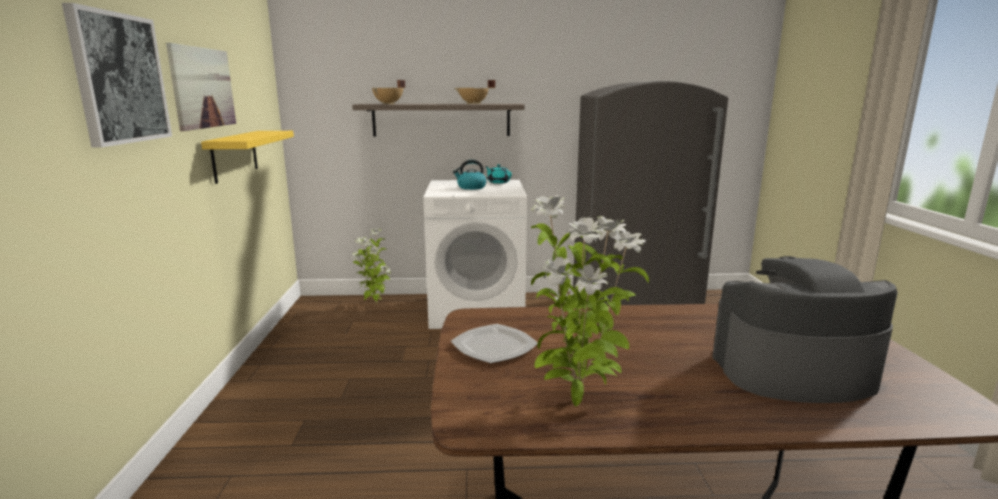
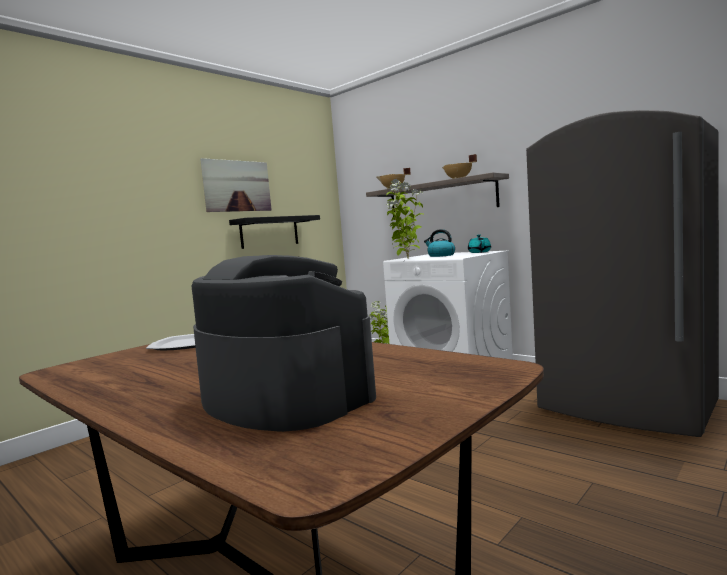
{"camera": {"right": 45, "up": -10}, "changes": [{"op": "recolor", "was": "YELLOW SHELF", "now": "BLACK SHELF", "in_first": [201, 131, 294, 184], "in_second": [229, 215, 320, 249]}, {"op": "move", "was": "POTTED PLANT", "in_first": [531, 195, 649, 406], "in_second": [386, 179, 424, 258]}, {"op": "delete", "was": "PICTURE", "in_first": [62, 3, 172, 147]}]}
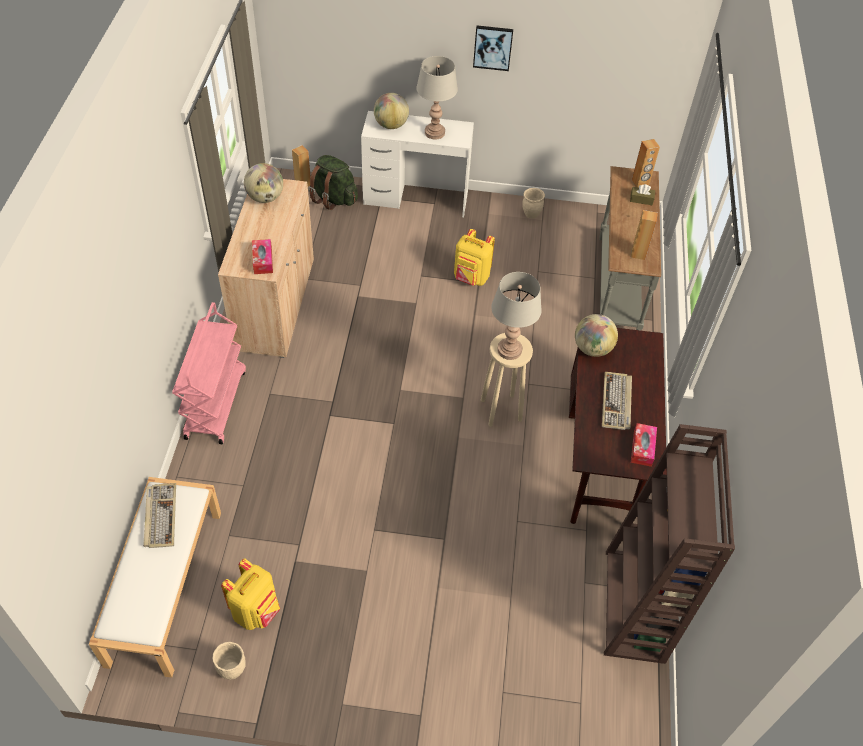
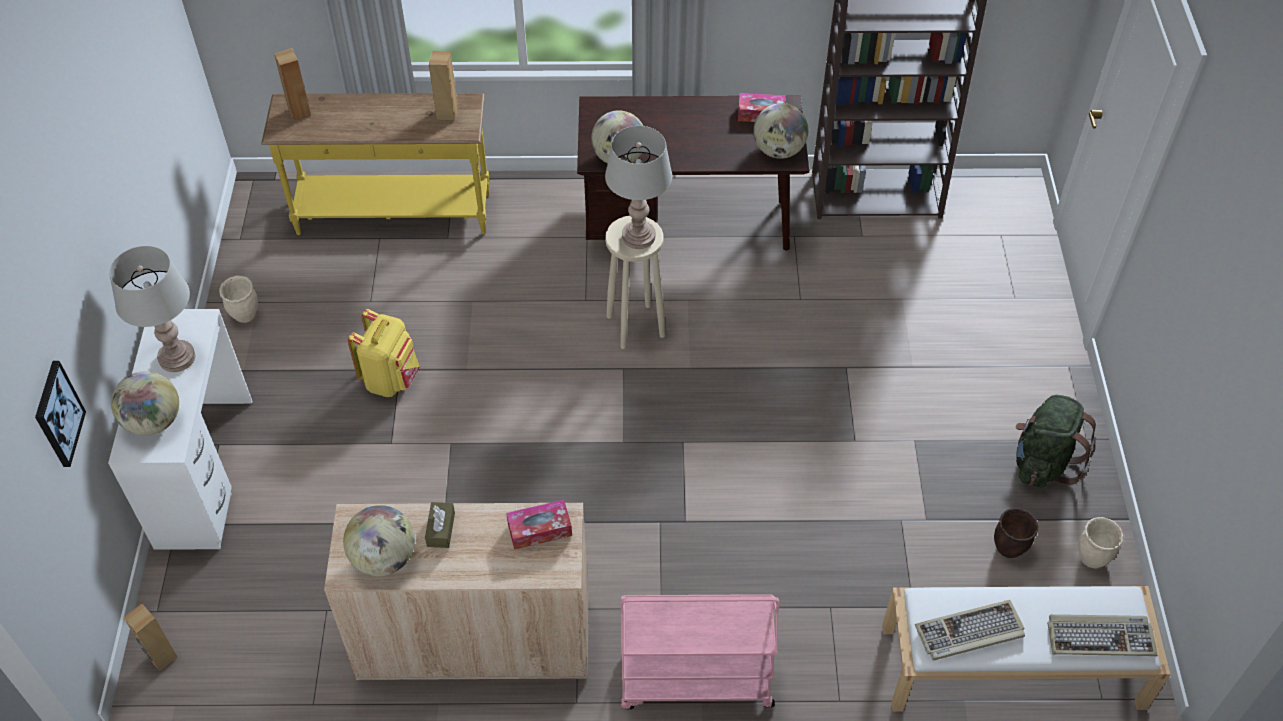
{"camera": {"right": -95, "up": 0}, "changes": [{"op": "move", "was": "PICTURE", "in_first": [473, 25, 513, 71], "in_second": [35, 361, 86, 467]}, {"op": "recolor", "was": "GREY CONSOLE TABLE", "now": "YELLOW CONSOLE TABLE", "in_first": [599, 166, 661, 331], "in_second": [261, 93, 489, 235]}, {"op": "move", "was": "BROWN TISSUE BOX", "in_first": [630, 184, 655, 205], "in_second": [425, 502, 455, 548]}, {"op": "insert", "now": "GLOBE", "in_second": [753, 103, 808, 159]}, {"op": "replace", "was": "YELLOW BACKPACK", "now": "BROWN PLANTER", "in_first": [221, 558, 280, 630], "in_second": [994, 508, 1038, 558]}, {"op": "move", "was": "GREEN BACKPACK", "in_first": [309, 155, 358, 210], "in_second": [1016, 395, 1096, 488]}, {"op": "move", "was": "KEYBOARD", "in_first": [602, 372, 632, 430], "in_second": [1047, 614, 1157, 656]}]}
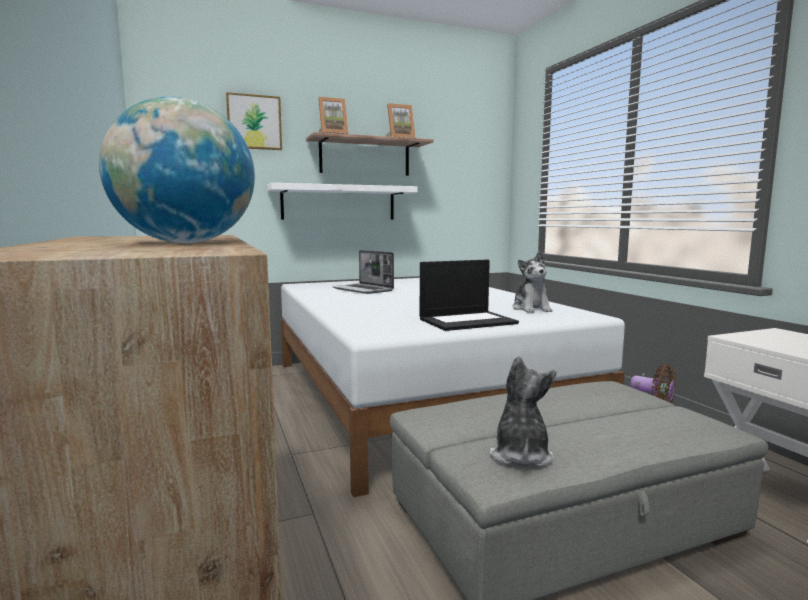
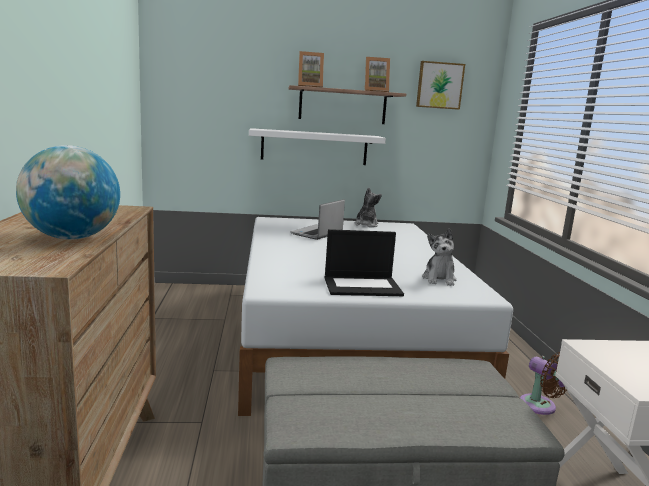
{"camera": {"right": 15, "up": 5}, "changes": [{"op": "rotate", "was": "LAPTOP", "in_first": [332, 250, 394, 294], "in_second": [290, 199, 345, 240], "clockwise": 60}, {"op": "move", "was": "PLUSH TOY", "in_first": [490, 356, 556, 467], "in_second": [355, 187, 382, 227]}, {"op": "move", "was": "PICTURE", "in_first": [226, 92, 282, 150], "in_second": [416, 61, 465, 110]}]}
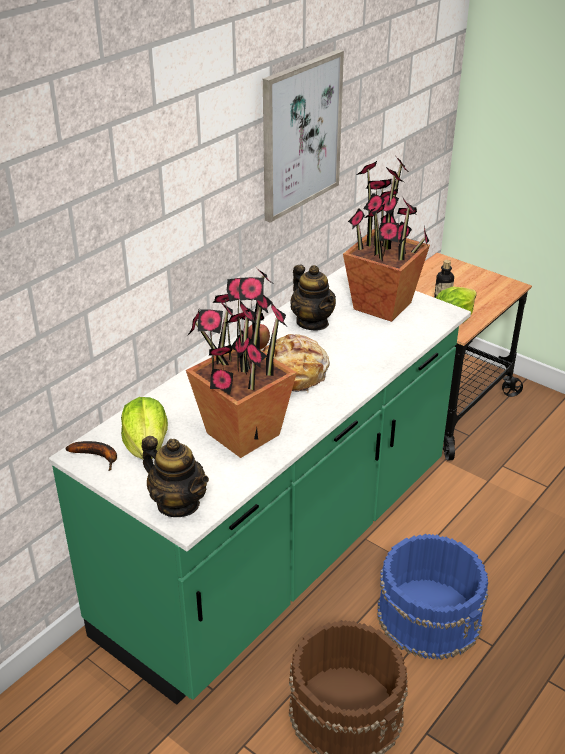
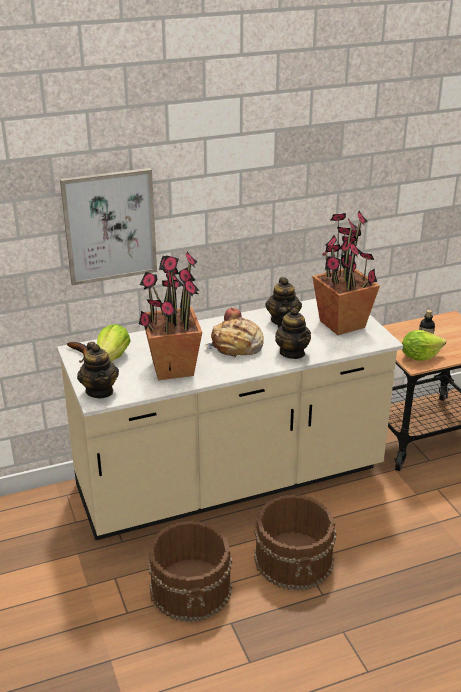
{"camera": {"right": 30, "up": -5}, "changes": [{"op": "recolor", "was": "GREEN COUNTER", "now": "BEIGE COUNTER", "in_first": [49, 265, 471, 705], "in_second": [57, 299, 403, 540]}, {"op": "move", "was": "PICTURE", "in_first": [263, 49, 344, 223], "in_second": [60, 168, 157, 286]}, {"op": "recolor", "was": "BLUE BUCKET", "now": "BROWN BUCKET", "in_first": [377, 533, 488, 660], "in_second": [254, 495, 336, 590]}, {"op": "insert", "now": "TEAPOT", "in_second": [275, 307, 311, 359]}]}
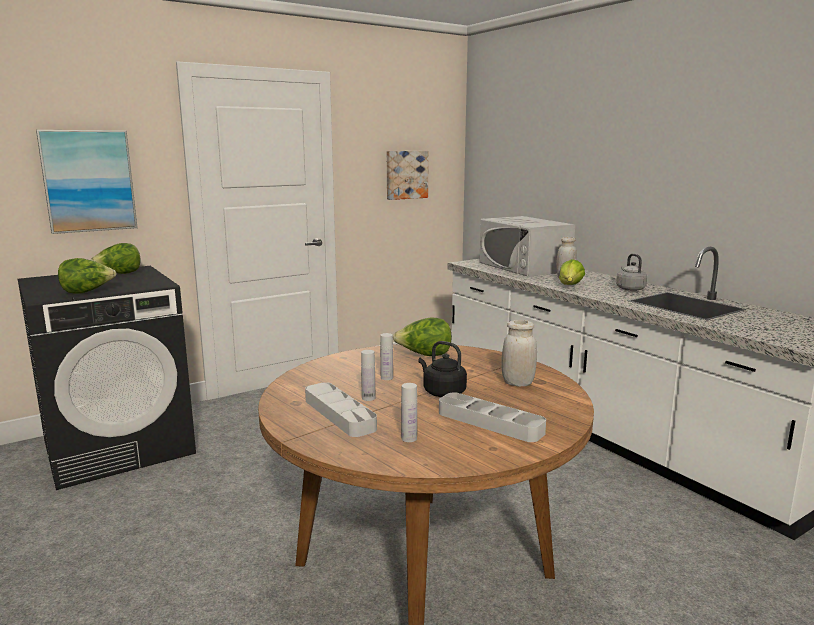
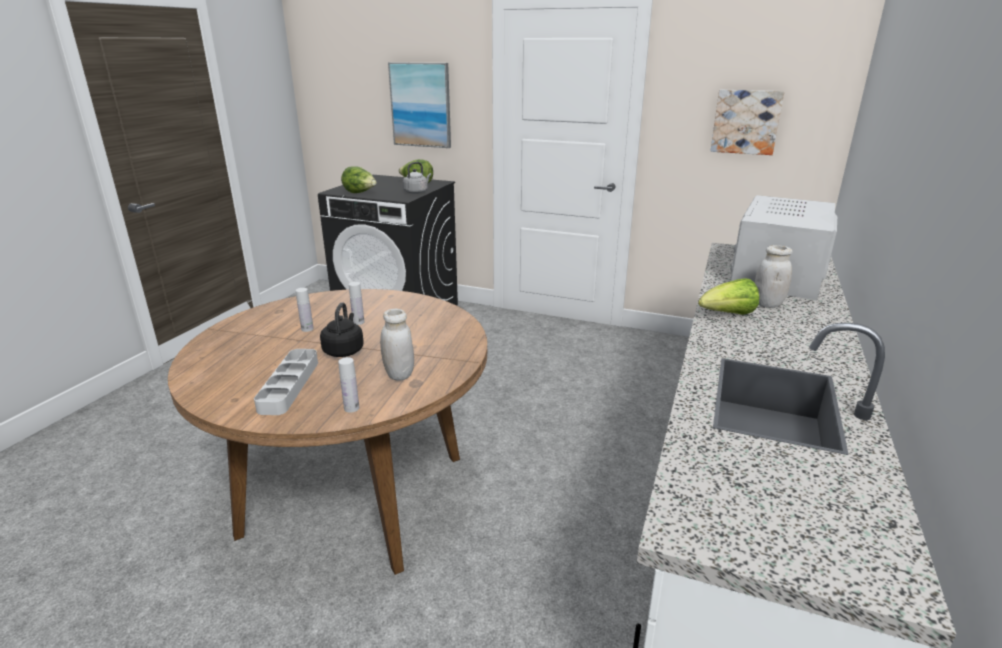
{"camera": {"right": 55, "up": 10}, "changes": [{"op": "move", "was": "WHITE BOTTLE", "in_first": [401, 383, 417, 442], "in_second": [338, 357, 359, 413]}, {"op": "move", "was": "GREY KETTLE", "in_first": [616, 254, 647, 291], "in_second": [403, 162, 431, 194]}, {"op": "delete", "was": "GREY TRAY", "in_first": [305, 382, 377, 437]}, {"op": "delete", "was": "LETTUCE", "in_first": [393, 317, 452, 356]}]}
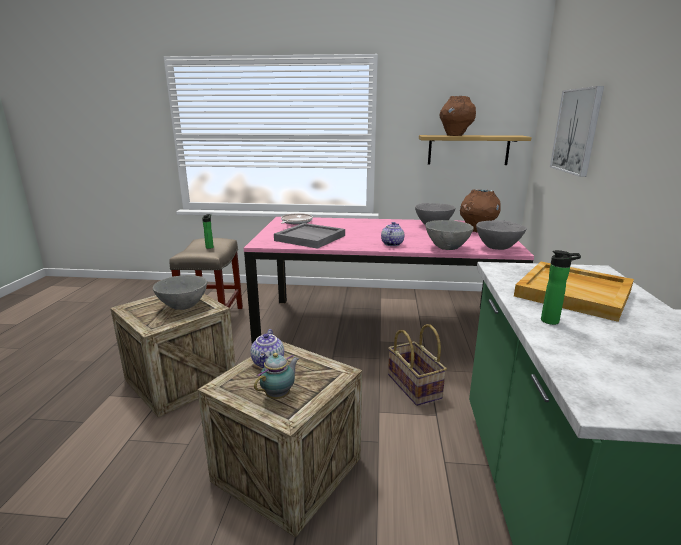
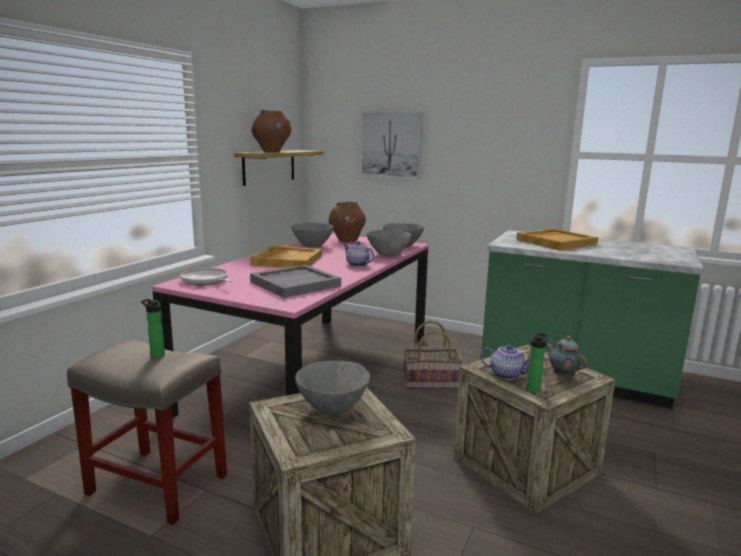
{"camera": {"right": -70, "up": -5}, "changes": [{"op": "insert", "now": "BEIGE TRAY", "in_second": [250, 246, 322, 268]}, {"op": "move", "was": "BOTTLE", "in_first": [541, 250, 581, 325], "in_second": [527, 333, 547, 392]}]}
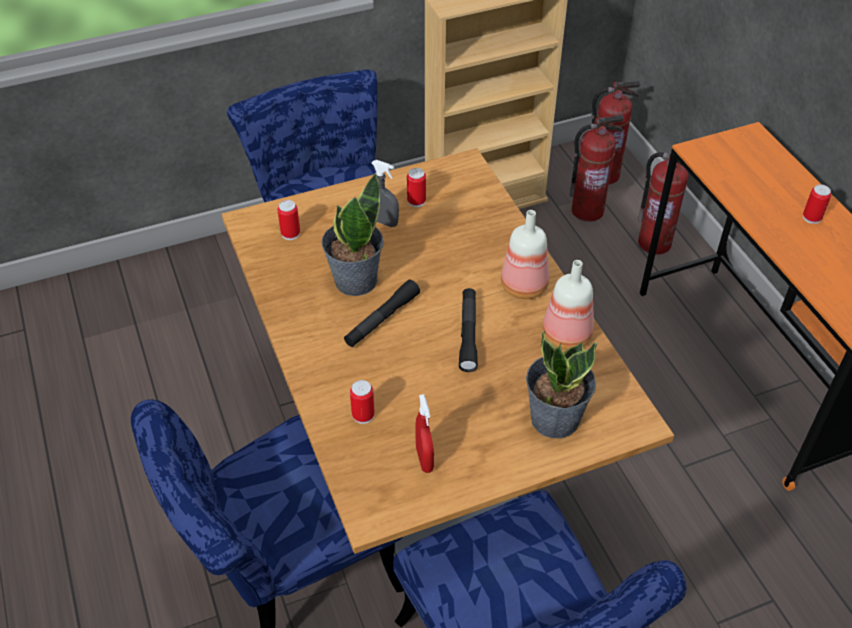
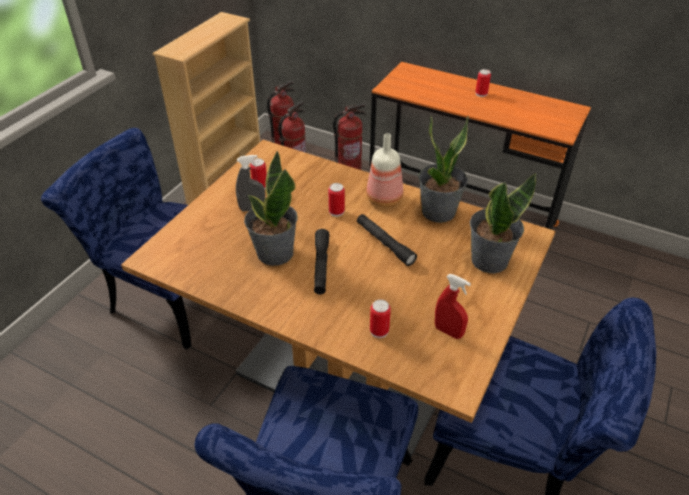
{"camera": {"right": -40, "up": -5}, "changes": [{"op": "move", "was": "CAN", "in_first": [277, 200, 300, 240], "in_second": [328, 183, 345, 217]}, {"op": "replace", "was": "BOTTLE", "now": "POTTED PLANT", "in_first": [542, 260, 594, 350], "in_second": [418, 116, 469, 223]}]}
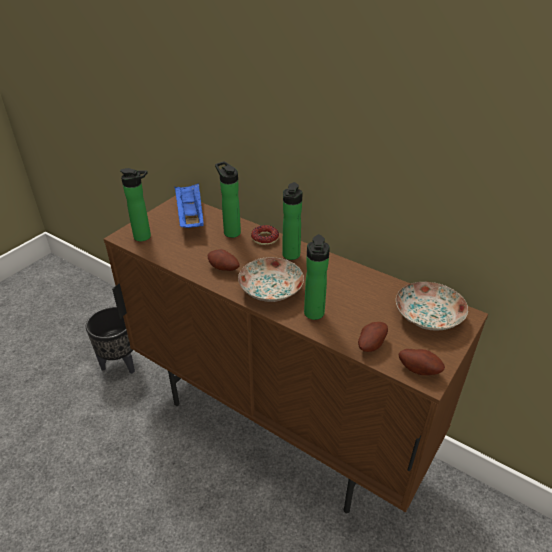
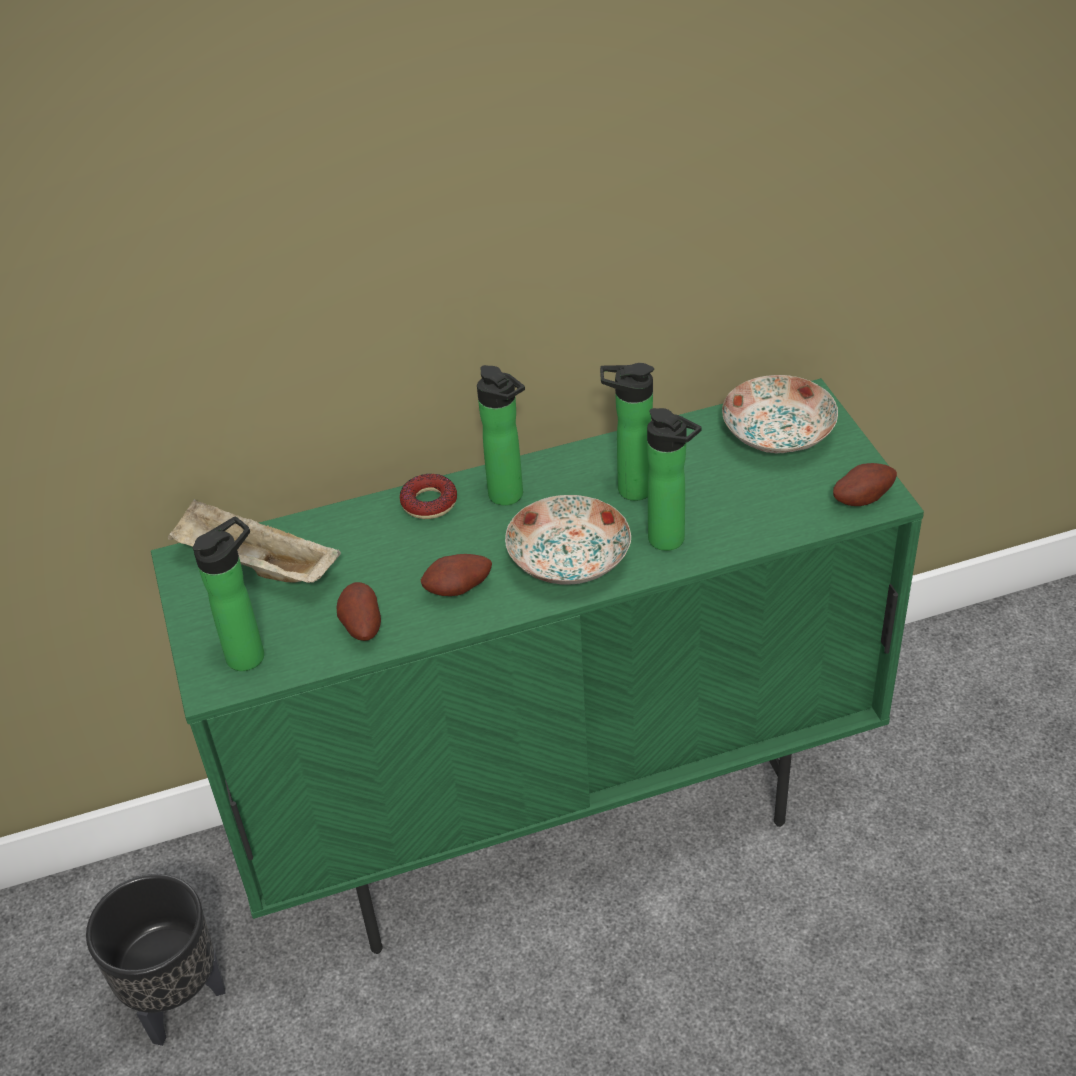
{"camera": {"right": -50, "up": 5}, "changes": [{"op": "recolor", "was": "BROWN CABINET", "now": "GREEN CABINET", "in_first": [104, 195, 488, 514], "in_second": [151, 379, 924, 954]}, {"op": "recolor", "was": "BLUE TRAY", "now": "BEIGE TRAY", "in_first": [174, 183, 204, 228], "in_second": [168, 499, 341, 583]}, {"op": "move", "was": "POTATO", "in_first": [358, 322, 388, 352], "in_second": [337, 582, 381, 641]}, {"op": "move", "was": "BOTTLE", "in_first": [215, 161, 241, 238], "in_second": [600, 363, 654, 501]}]}
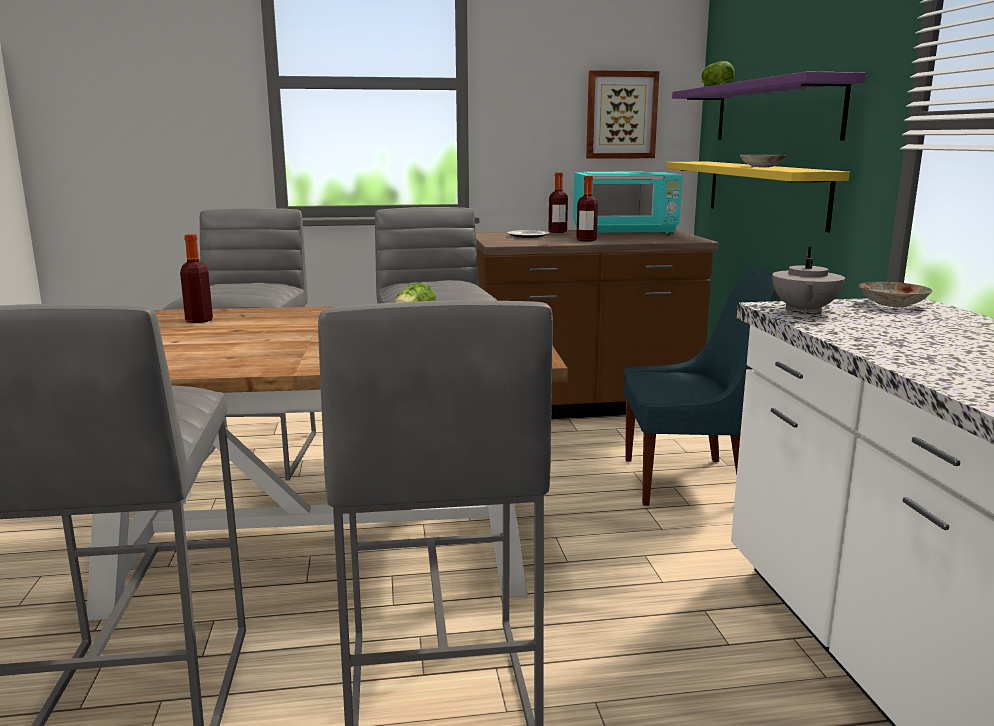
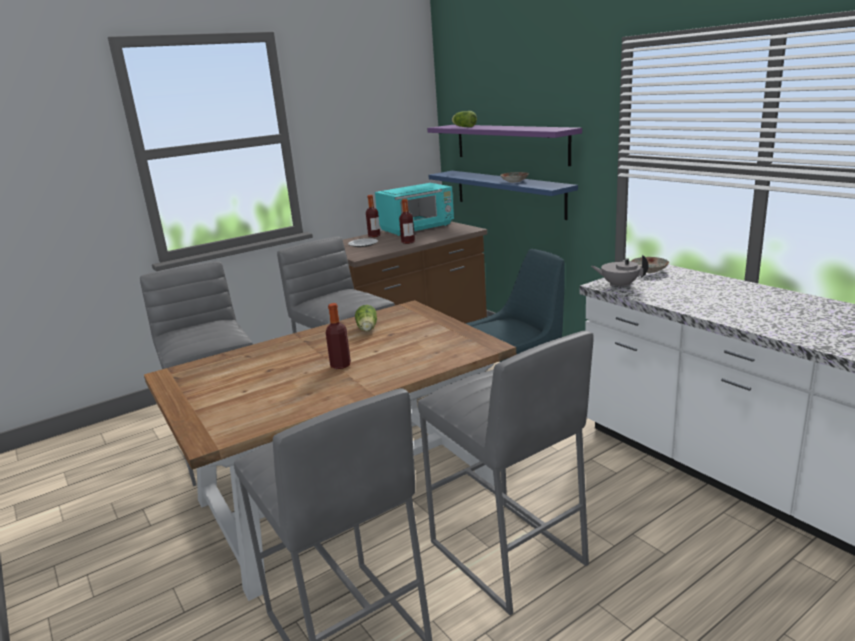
{"camera": {"right": -25, "up": 5}, "changes": [{"op": "move", "was": "BOTTLE", "in_first": [180, 234, 213, 323], "in_second": [326, 303, 351, 369]}, {"op": "recolor", "was": "YELLOW SHELF", "now": "BLUE SHELF", "in_first": [666, 162, 850, 232], "in_second": [428, 171, 578, 220]}, {"op": "rotate", "was": "GREY TEAPOT", "in_first": [772, 247, 845, 315], "in_second": [591, 255, 649, 289], "clockwise": 120}, {"op": "delete", "was": "PICTURE", "in_first": [586, 70, 659, 159]}]}
